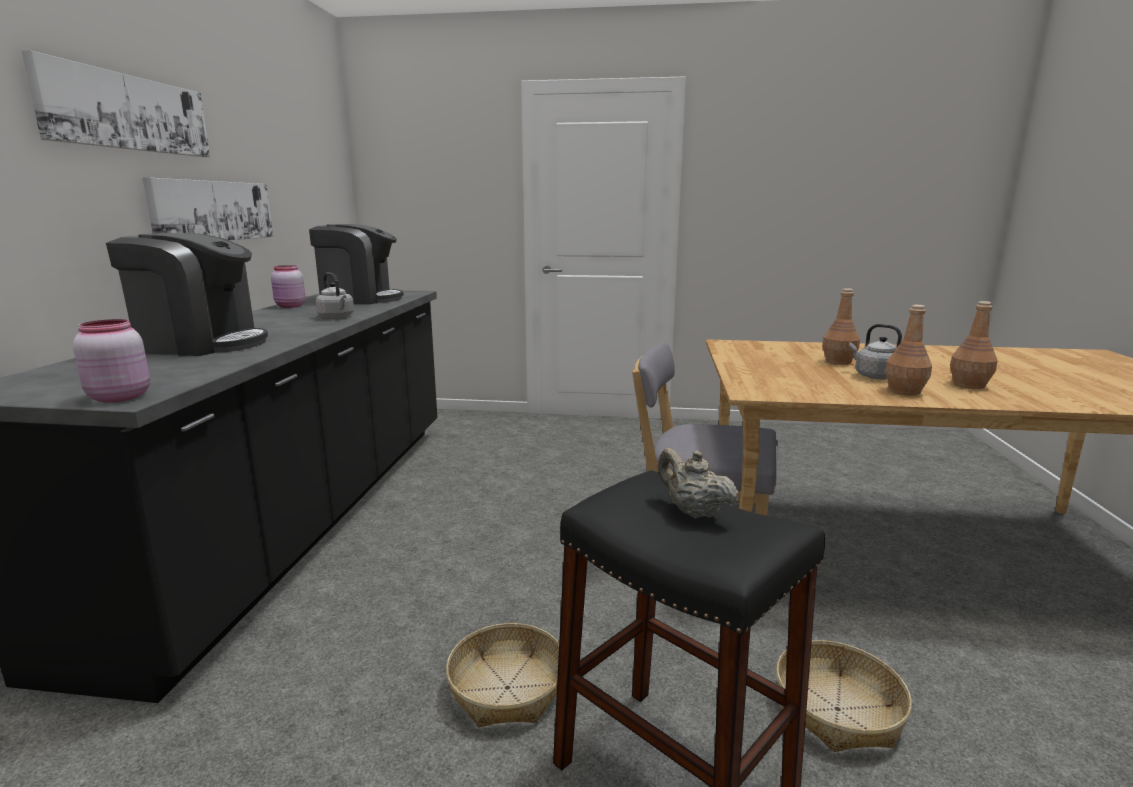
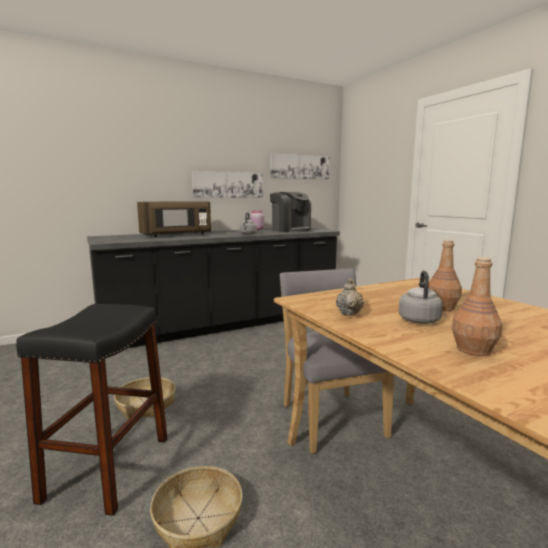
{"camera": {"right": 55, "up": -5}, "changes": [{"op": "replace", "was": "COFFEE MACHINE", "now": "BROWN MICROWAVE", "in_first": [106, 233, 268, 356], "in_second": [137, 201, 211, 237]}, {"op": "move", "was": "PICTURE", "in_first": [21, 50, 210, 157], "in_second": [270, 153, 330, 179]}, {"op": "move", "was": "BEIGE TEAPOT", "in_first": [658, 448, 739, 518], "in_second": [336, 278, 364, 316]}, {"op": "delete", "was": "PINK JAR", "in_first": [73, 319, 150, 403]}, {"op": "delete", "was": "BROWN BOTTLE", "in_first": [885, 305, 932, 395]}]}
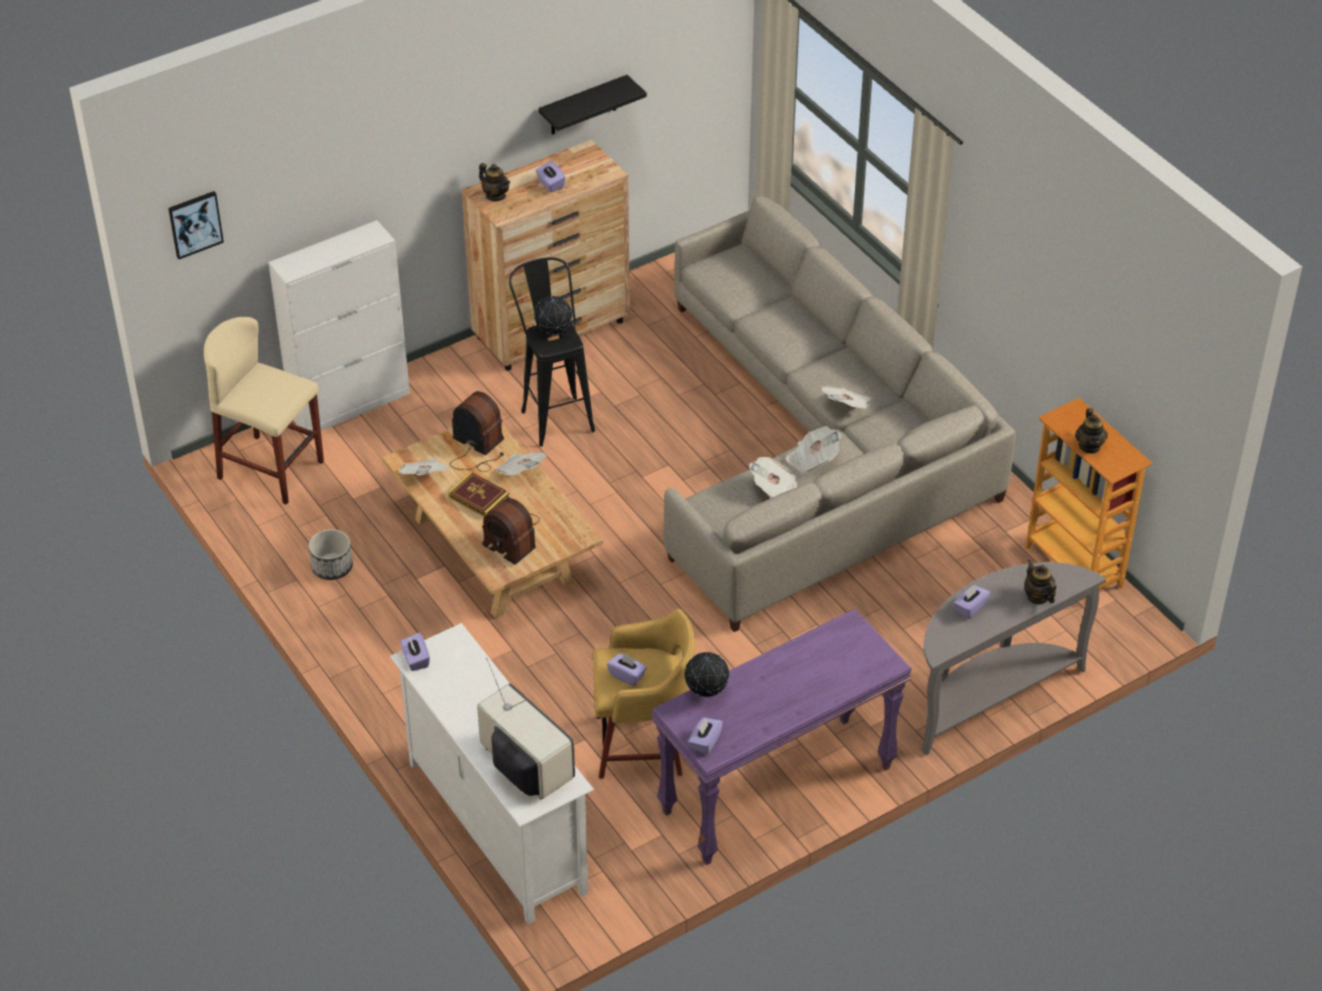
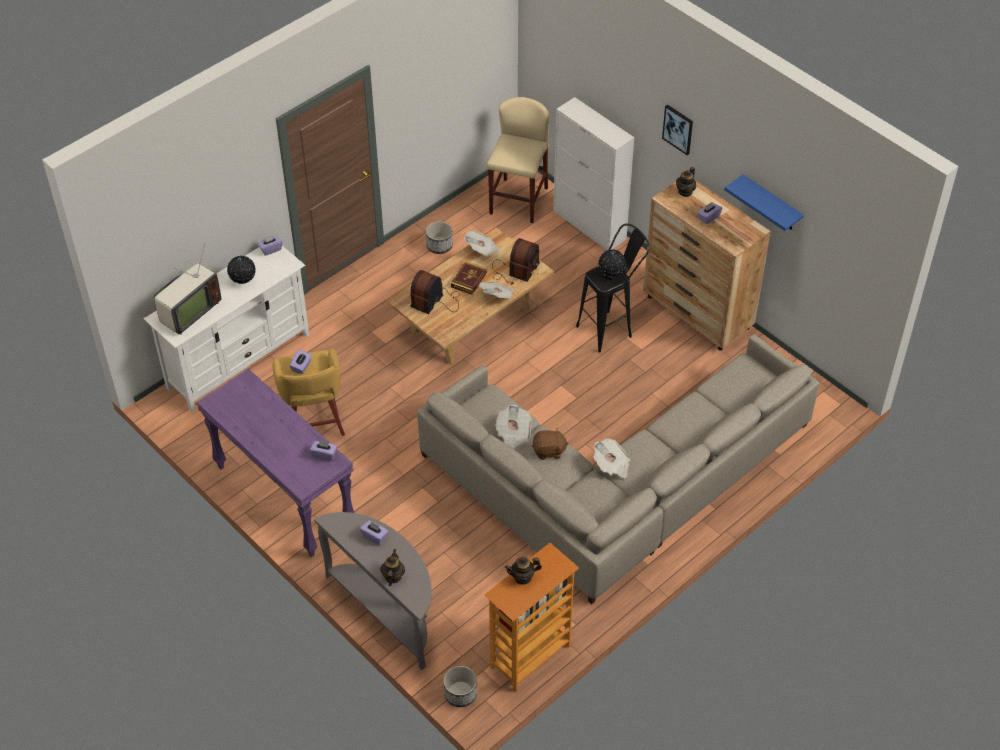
{"camera": {"right": 80, "up": 5}, "changes": [{"op": "move", "was": "GLOBE", "in_first": [684, 652, 729, 697], "in_second": [227, 256, 256, 284]}, {"op": "move", "was": "PURPLE TISSUE BOX", "in_first": [688, 717, 723, 755], "in_second": [310, 440, 337, 461]}, {"op": "rotate", "was": "TEAPOT", "in_first": [1024, 559, 1056, 605], "in_second": [380, 549, 405, 586], "clockwise": -45}, {"op": "insert", "now": "PLANTER", "in_second": [443, 666, 477, 707]}, {"op": "replace", "was": "NEWSPAPER", "now": "BROWN PLUSH TOY", "in_first": [786, 426, 842, 474], "in_second": [532, 428, 569, 460]}, {"op": "move", "was": "PICTURE", "in_first": [168, 191, 224, 259], "in_second": [662, 104, 693, 155]}, {"op": "recolor", "was": "BLACK SHELF", "now": "BLUE SHELF", "in_first": [538, 75, 647, 135], "in_second": [724, 174, 804, 231]}]}
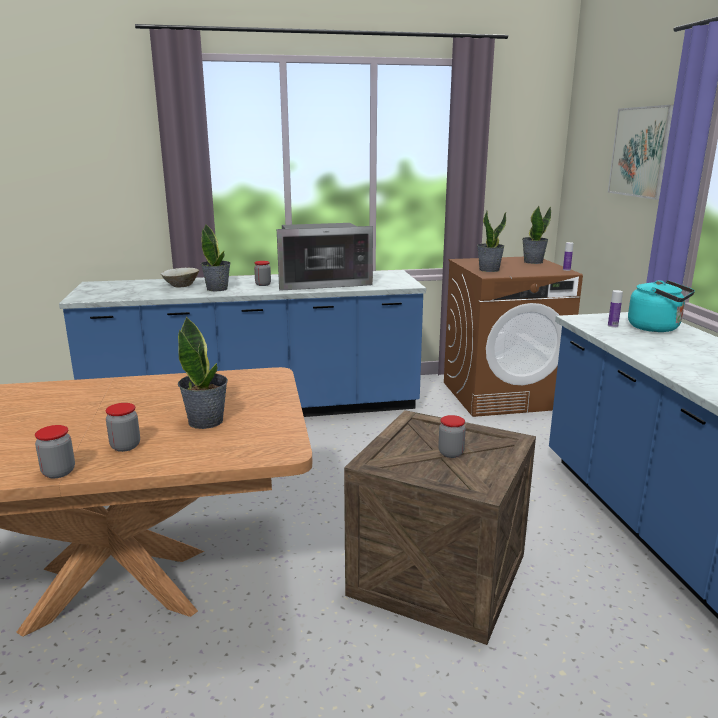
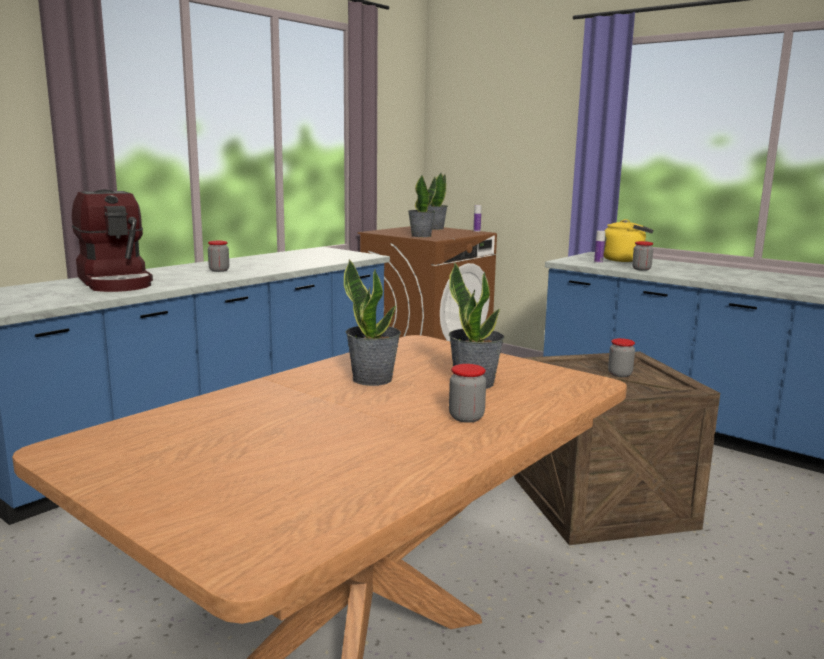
{"camera": {"right": -40, "up": -5}, "changes": [{"op": "replace", "was": "BEIGE BOWL", "now": "COFFEE MACHINE", "in_first": [161, 268, 199, 288], "in_second": [72, 189, 153, 292]}, {"op": "move", "was": "POTTED PLANT", "in_first": [201, 224, 231, 291], "in_second": [344, 259, 401, 386]}, {"op": "recolor", "was": "TURQUOISE KETTLE", "now": "YELLOW KETTLE", "in_first": [628, 280, 695, 332], "in_second": [603, 219, 653, 262]}, {"op": "move", "was": "JAR", "in_first": [35, 425, 75, 478], "in_second": [632, 241, 653, 271]}, {"op": "delete", "was": "MICROWAVE", "in_first": [277, 223, 373, 291]}, {"op": "delete", "was": "PICTURE", "in_first": [608, 105, 674, 200]}]}
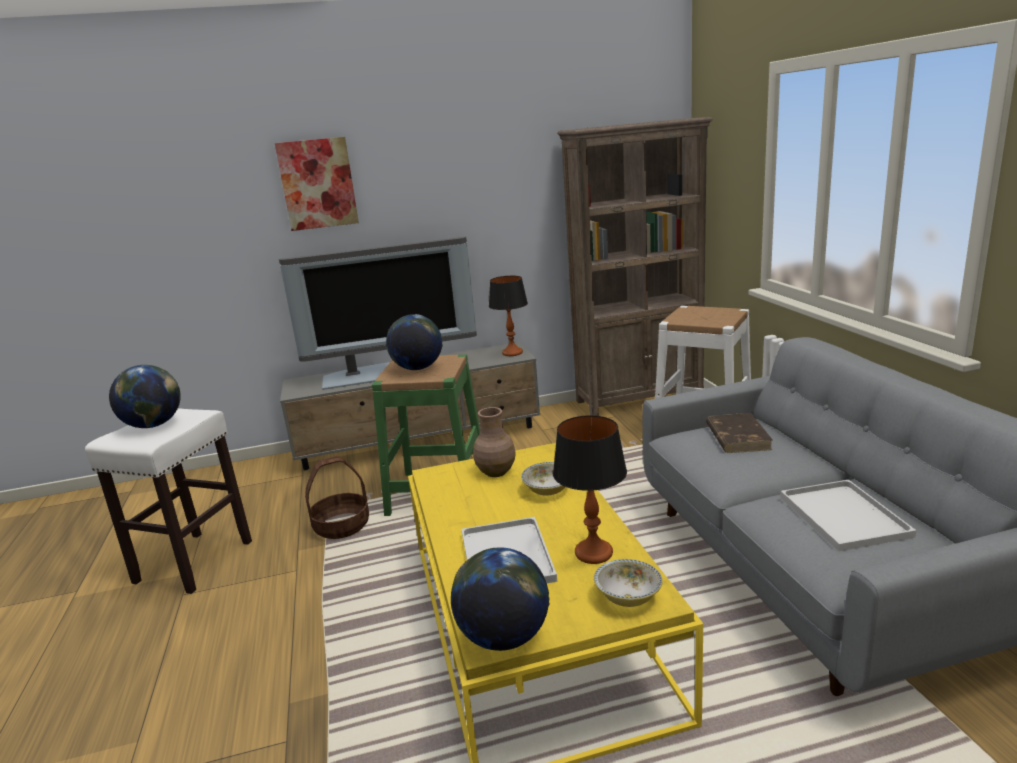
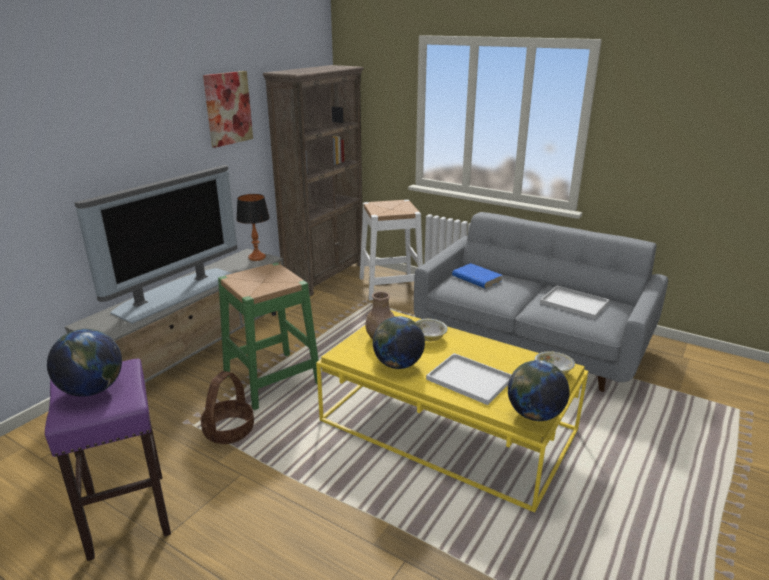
{"camera": {"right": -45, "up": 5}, "changes": [{"op": "recolor", "was": "WHITE STOOL", "now": "PURPLE STOOL", "in_first": [85, 408, 252, 594], "in_second": [45, 359, 171, 561]}, {"op": "move", "was": "PICTURE", "in_first": [275, 137, 359, 231], "in_second": [203, 71, 253, 148]}, {"op": "move", "was": "GLOBE", "in_first": [386, 314, 442, 370], "in_second": [373, 316, 425, 369]}, {"op": "recolor", "was": "BROWN BOOK", "now": "BLUE BOOK", "in_first": [706, 413, 773, 453], "in_second": [452, 263, 502, 289]}, {"op": "delete", "was": "TABLE LAMP", "in_first": [553, 415, 627, 564]}]}
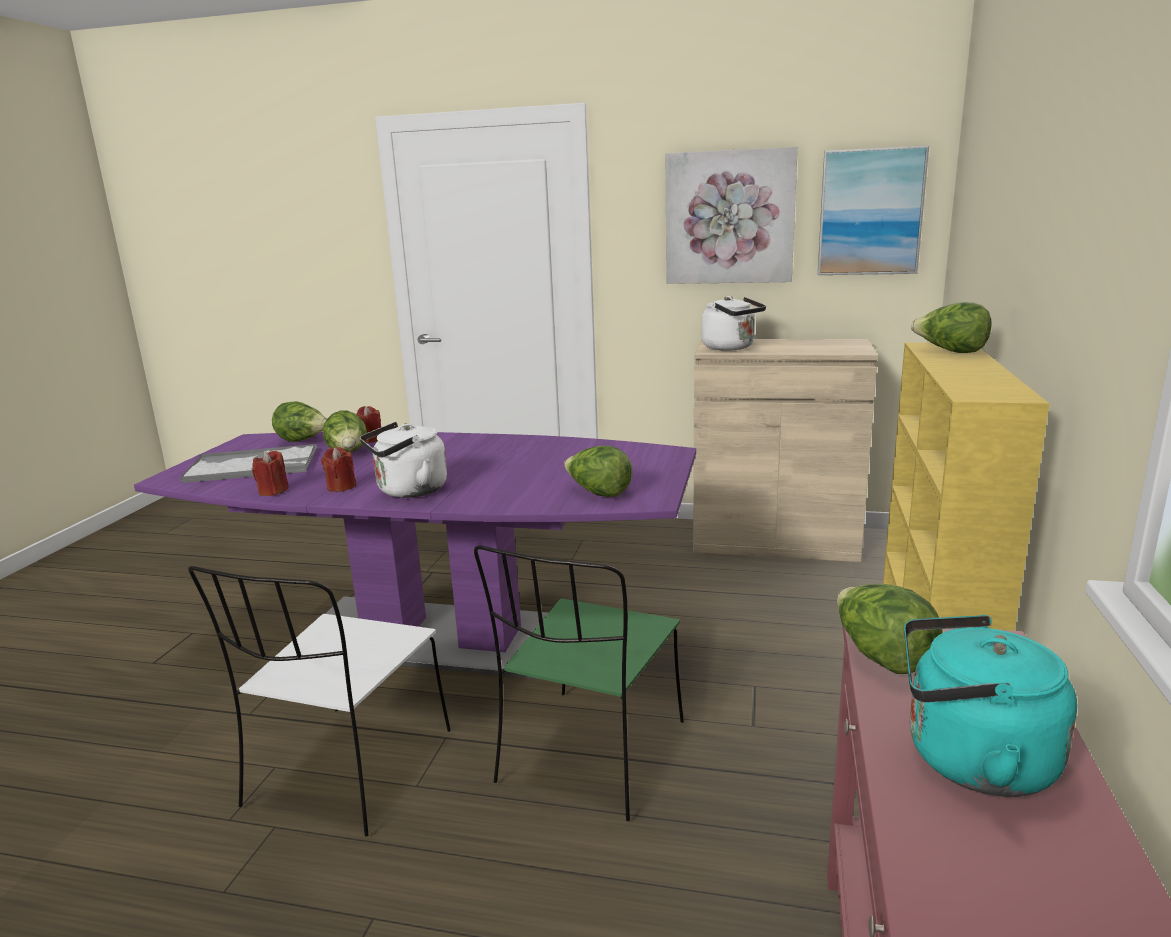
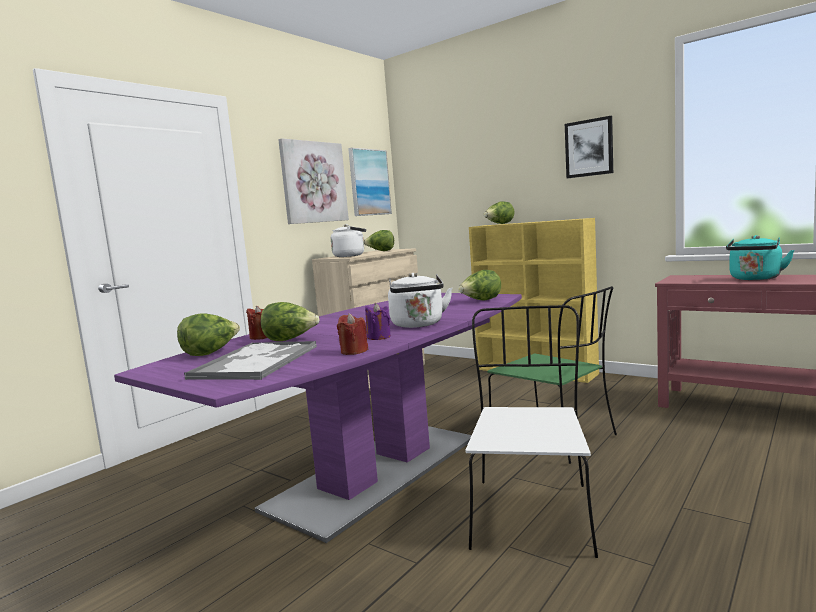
{"camera": {"right": -65, "up": -10}, "changes": [{"op": "move", "was": "LETTUCE", "in_first": [837, 584, 942, 674], "in_second": [364, 230, 394, 251]}, {"op": "recolor", "was": "RED CANDLE", "now": "PURPLE CANDLE", "in_first": [321, 447, 357, 492], "in_second": [365, 303, 391, 340]}, {"op": "rotate", "was": "WHITE CHAIR", "in_first": [188, 566, 451, 836], "in_second": [465, 305, 598, 558], "clockwise": -120}, {"op": "insert", "now": "PICTURE", "in_second": [565, 116, 613, 178]}]}
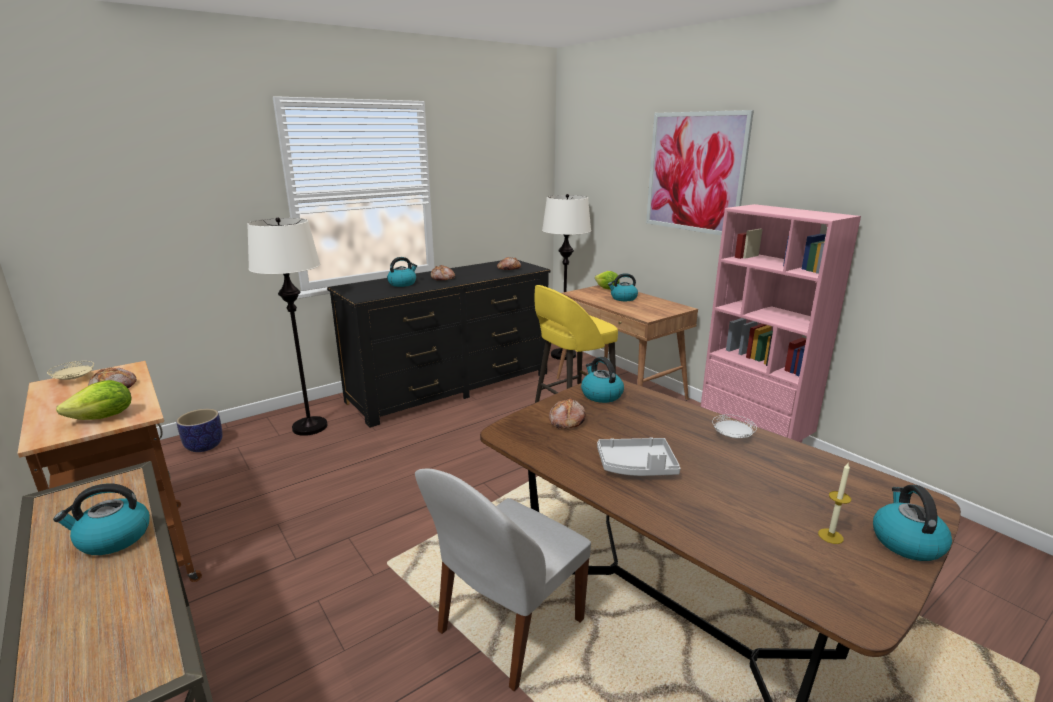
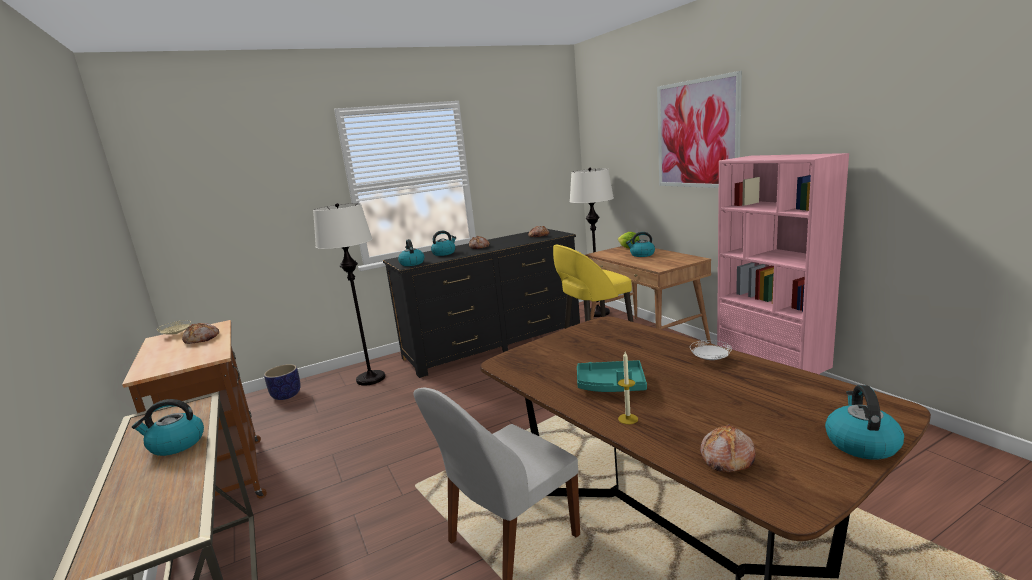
{"camera": {"right": 10, "up": -5}, "changes": [{"op": "move", "was": "KETTLE", "in_first": [581, 357, 624, 403], "in_second": [398, 239, 424, 266]}, {"op": "recolor", "was": "GREY TRAY", "now": "TURQUOISE TRAY", "in_first": [597, 438, 681, 476], "in_second": [577, 360, 647, 392]}, {"op": "move", "was": "CANDLE", "in_first": [818, 463, 851, 544], "in_second": [618, 352, 638, 424]}, {"op": "move", "was": "BREAD", "in_first": [549, 398, 586, 429], "in_second": [700, 424, 756, 472]}, {"op": "delete", "was": "LETTUCE", "in_first": [56, 380, 131, 420]}]}
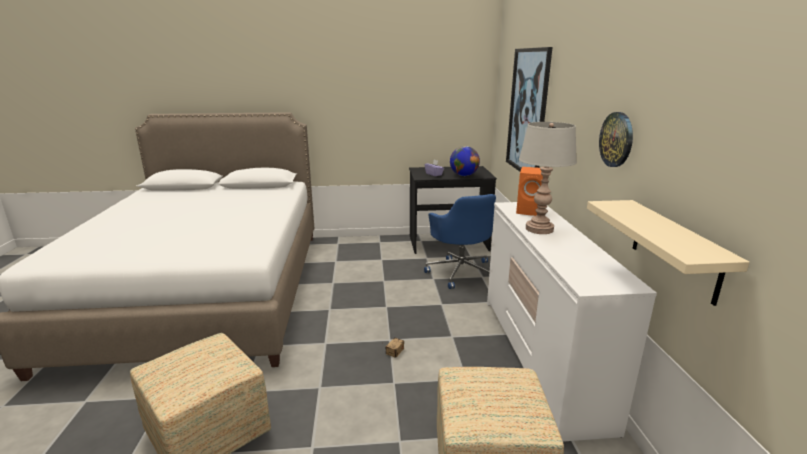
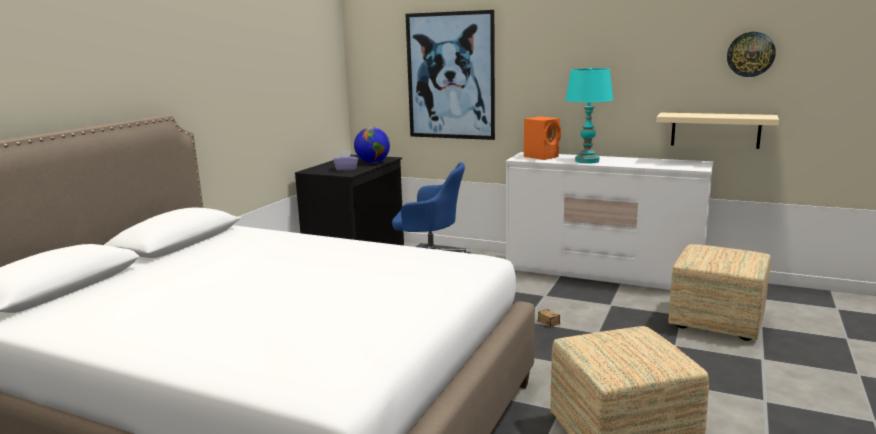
{"camera": {"right": -60, "up": -5}, "changes": [{"op": "recolor", "was": "GREY TABLE LAMP", "now": "TURQUOISE TABLE LAMP", "in_first": [519, 122, 577, 234], "in_second": [565, 68, 613, 164]}, {"op": "move", "was": "WALL CLOCK", "in_first": [599, 112, 633, 167], "in_second": [727, 32, 776, 77]}]}
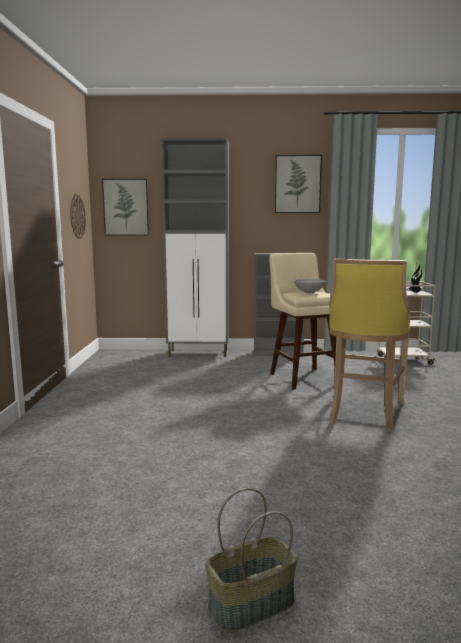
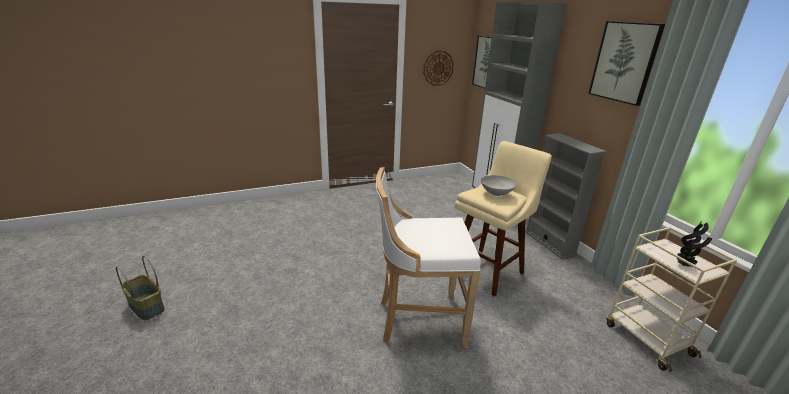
{"camera": {"right": 65, "up": 15}, "changes": [{"op": "recolor", "was": "YELLOW STOOL", "now": "WHITE STOOL", "in_first": [329, 259, 410, 432], "in_second": [376, 167, 481, 348]}]}
